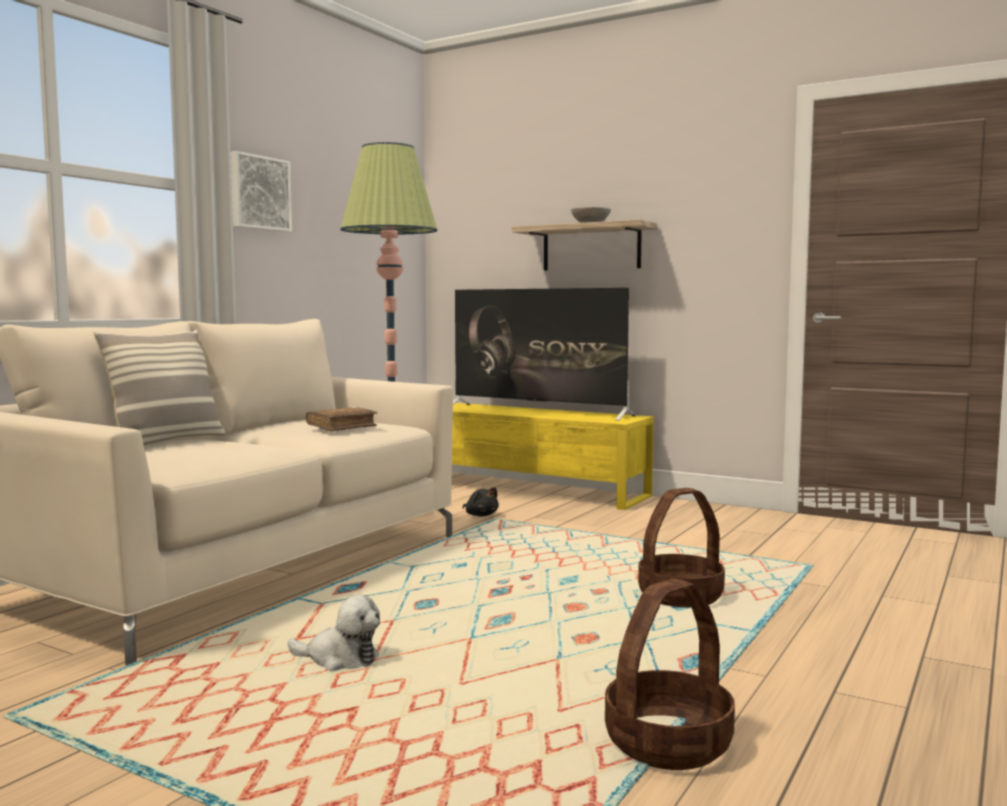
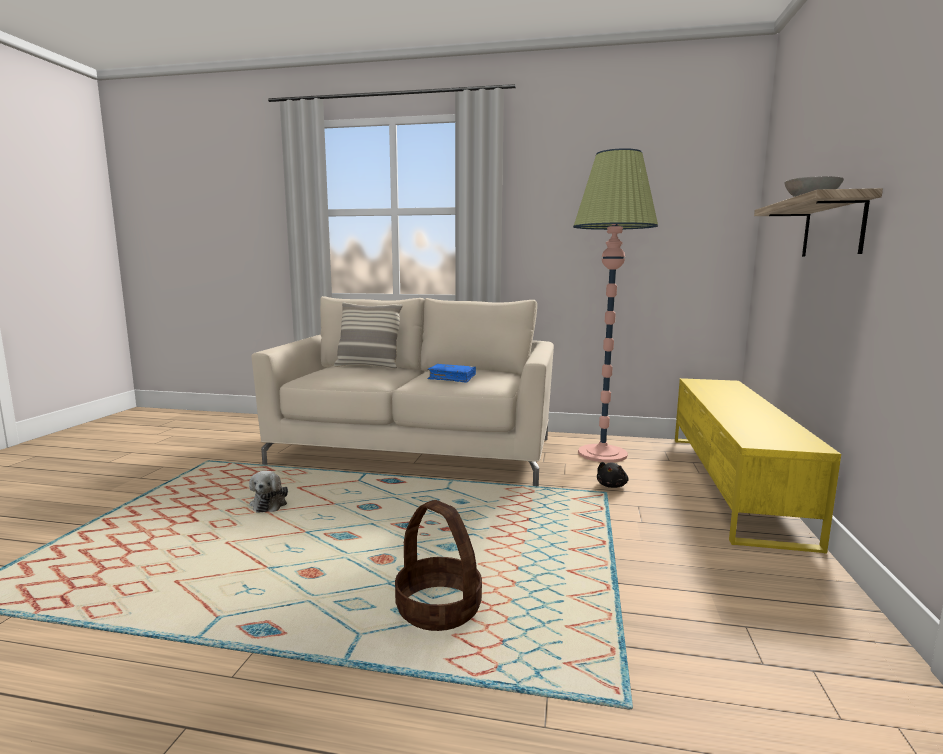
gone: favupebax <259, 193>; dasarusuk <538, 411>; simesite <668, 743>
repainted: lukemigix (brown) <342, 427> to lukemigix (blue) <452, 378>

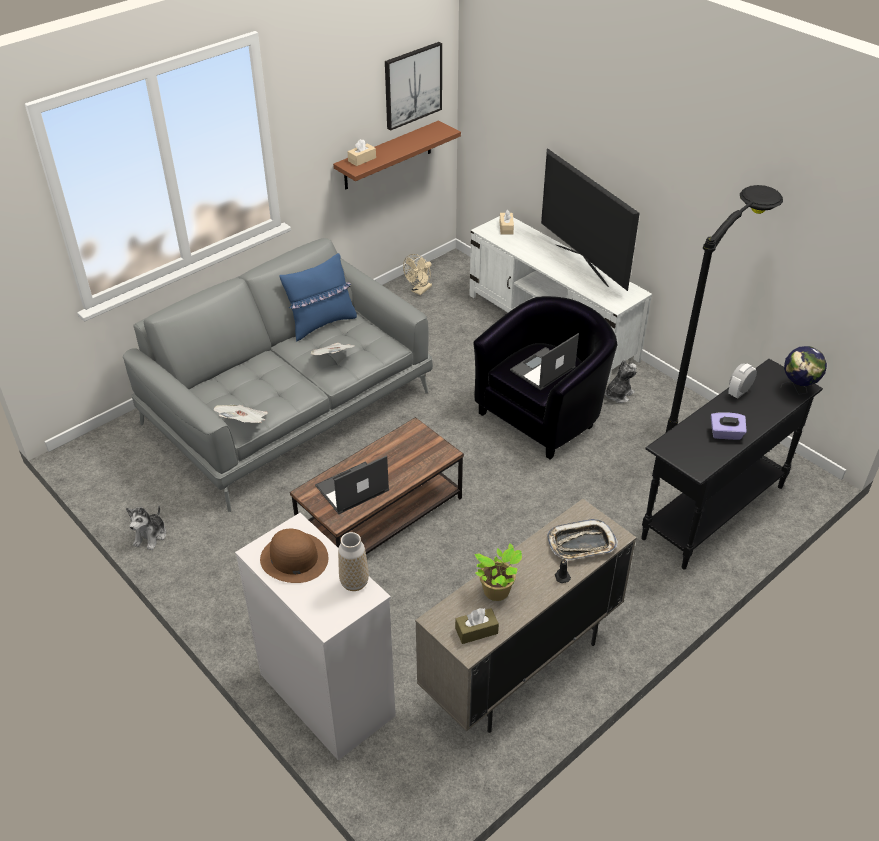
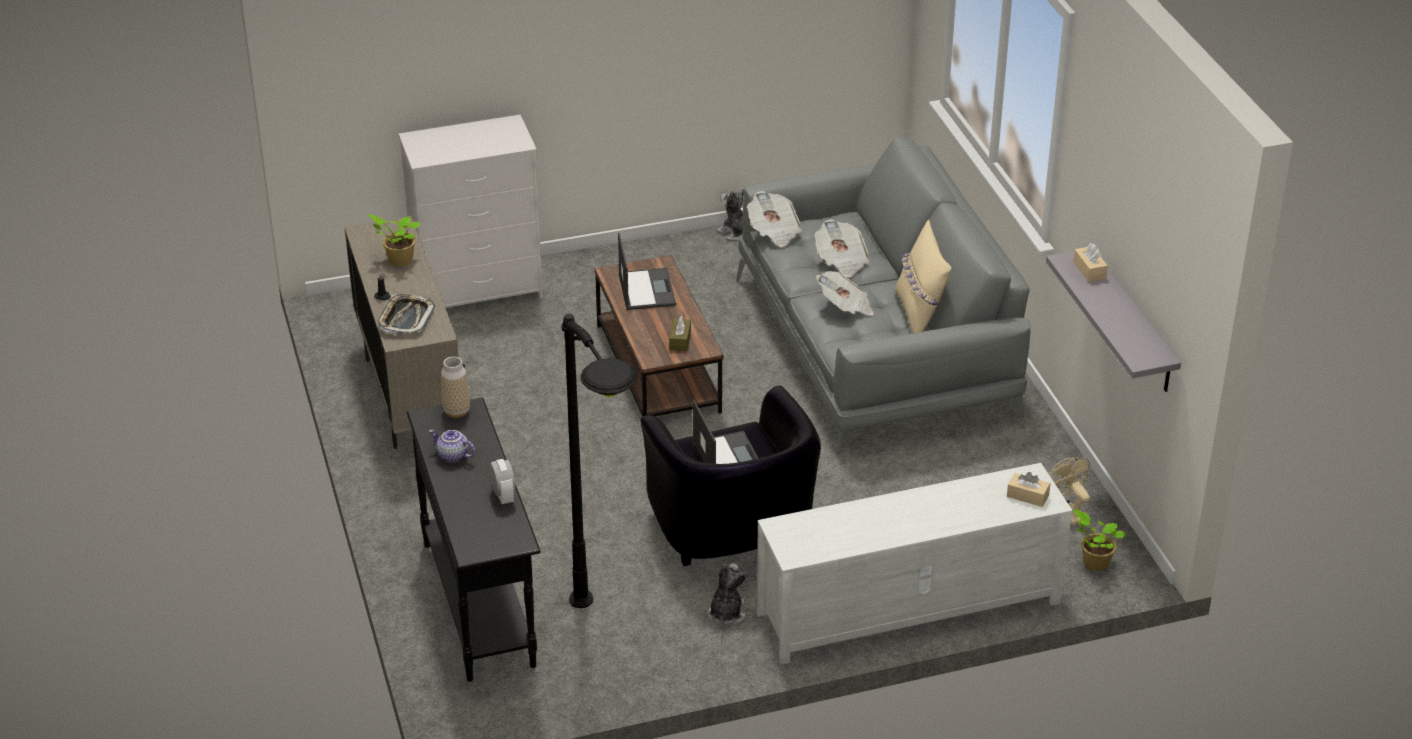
gone: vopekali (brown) <294, 558>; favupebax <412, 85>; dasarusuk <582, 264>; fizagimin <798, 389>
new: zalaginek <841, 261>; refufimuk <1094, 562>
shifted: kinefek <354, 583> to <456, 411>; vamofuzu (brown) <476, 631> to <680, 340>
swapped: vamofuzu (purple) <726, 434> to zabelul <452, 456>
repainted: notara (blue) <321, 323> to notara (beige) <919, 314>; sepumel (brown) <388, 156> to sepumel (grey) <1132, 322>
rotated: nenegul <618, 394> = <726, 613> 150 degrees counterclockwise

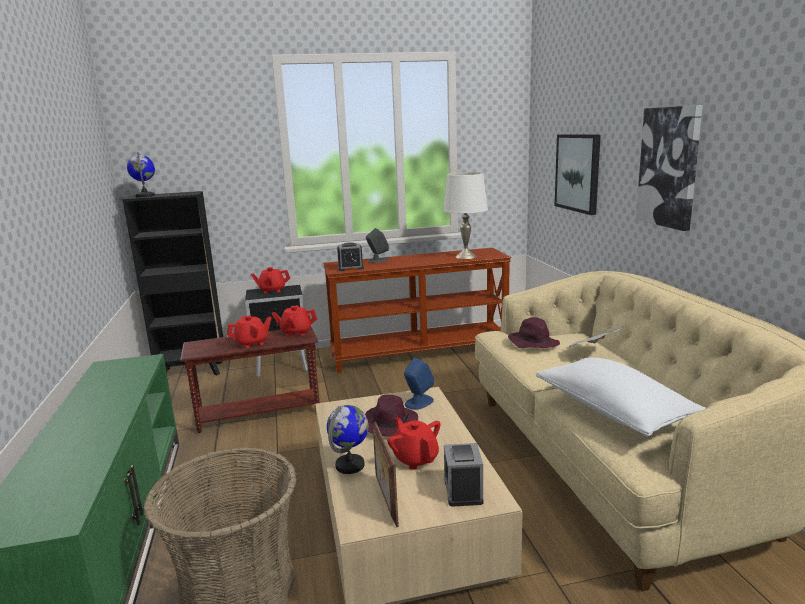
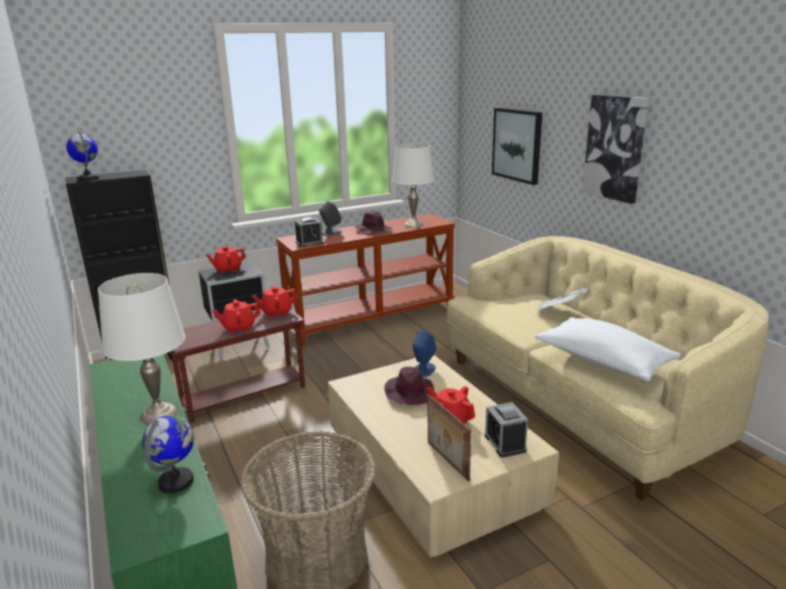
new: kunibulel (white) <159, 414>
shifted: fizagimin <350, 465> to <176, 482>; vopekali (purple) <533, 343> to <372, 230>
rotated: zabelul (red) <252, 343> = <238, 328> 150 degrees counterclockwise

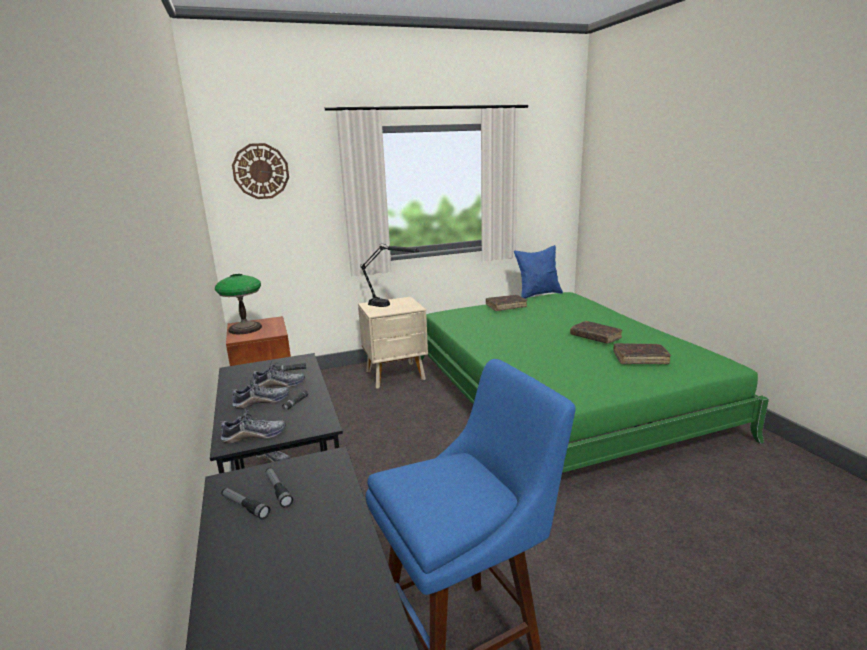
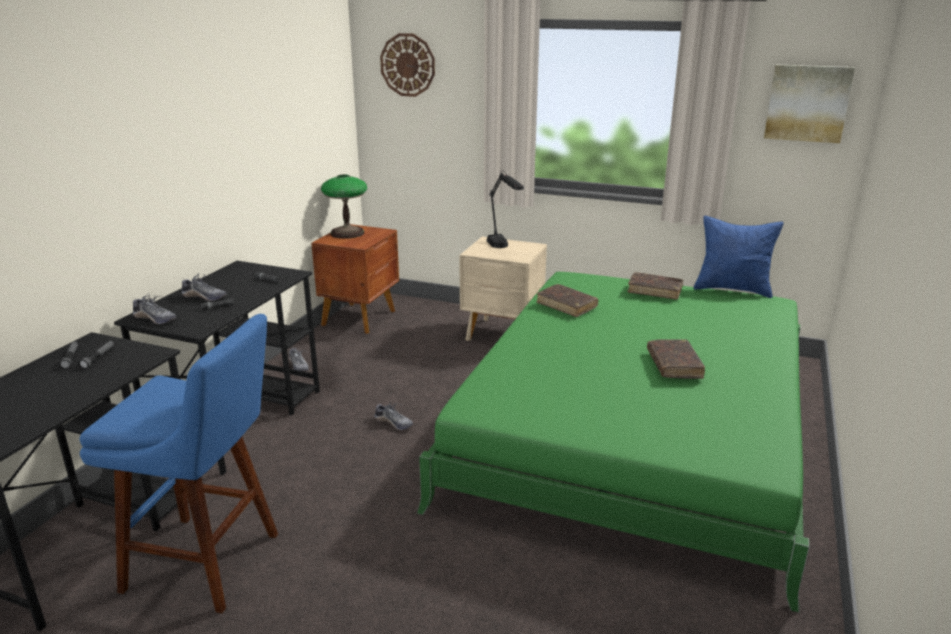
new: favupebax <807, 103>
shifted: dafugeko <279, 385> to <394, 423>; lukemigix (brown) <640, 358> to <566, 306>

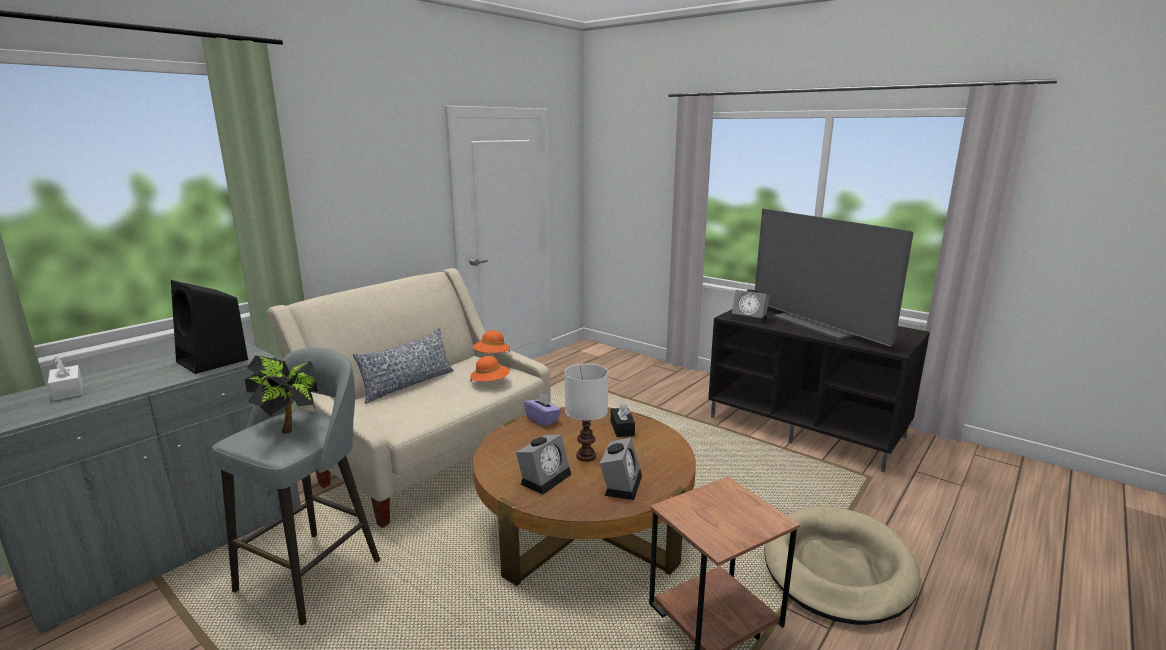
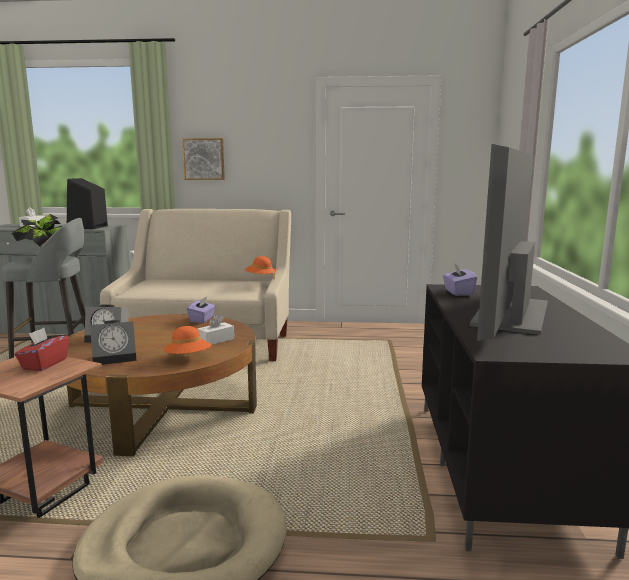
gone: notara <408, 384>; kunibulel (white) <586, 456>
new: vamofuzu (red) <44, 364>; favupebax <204, 159>
shifted: vopekali (orange) <490, 382> to <188, 358>
swapped: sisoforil <750, 318> to vamofuzu (purple) <458, 292>
repainted: vamofuzu (black) <622, 428> to vamofuzu (white) <216, 340>

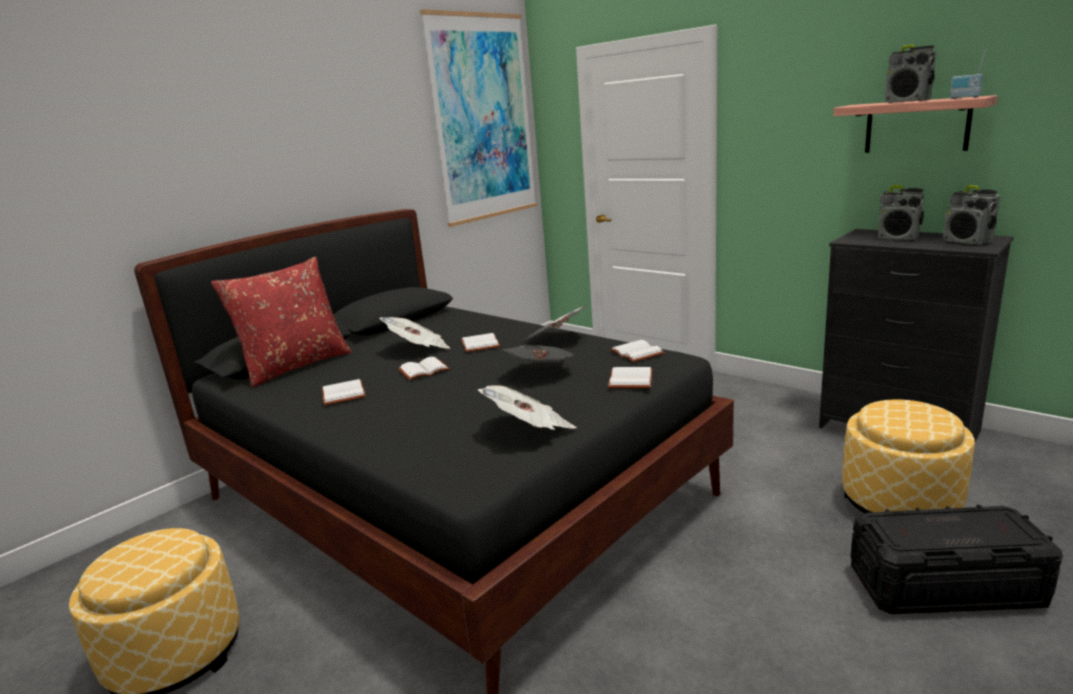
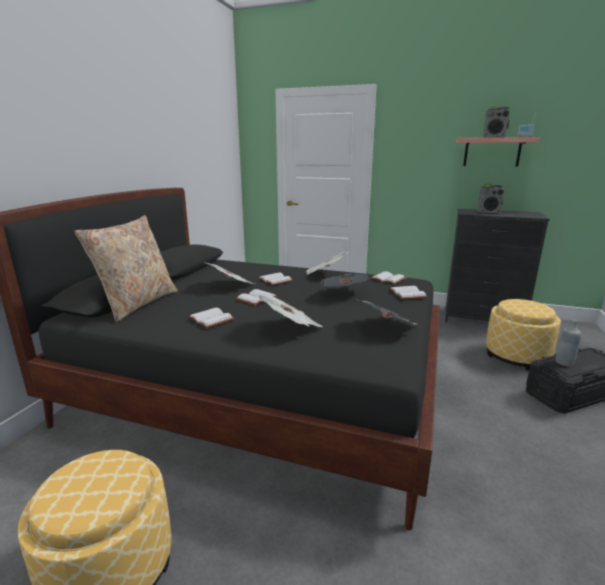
gone: favupebax <483, 119>; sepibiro <967, 242>
new: zalaginek <290, 326>; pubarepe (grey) <564, 362>
repainted: notara (red) <295, 365> to notara (beige) <137, 303>

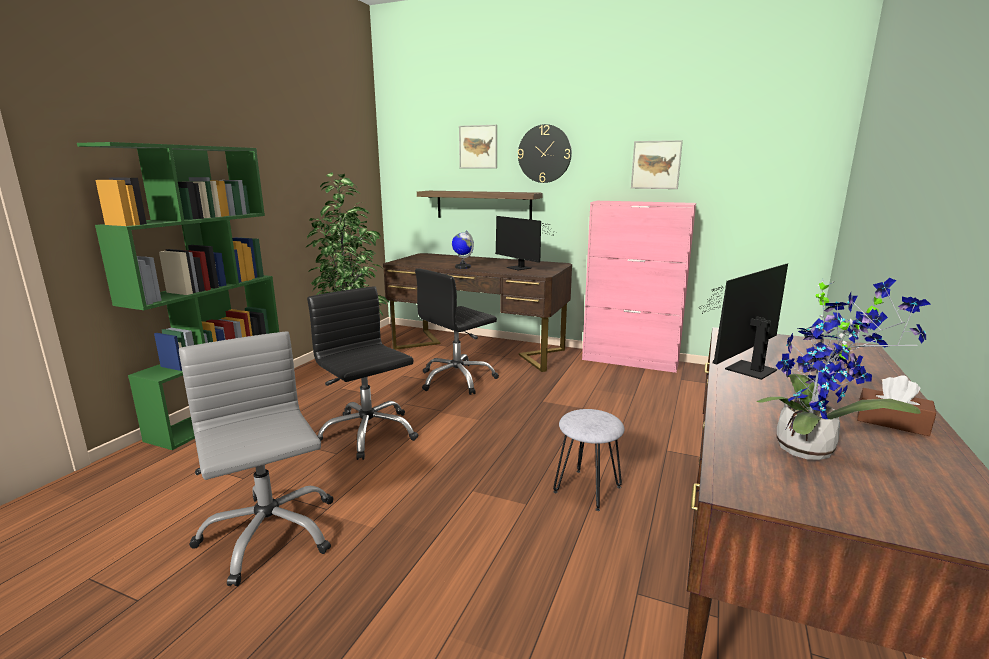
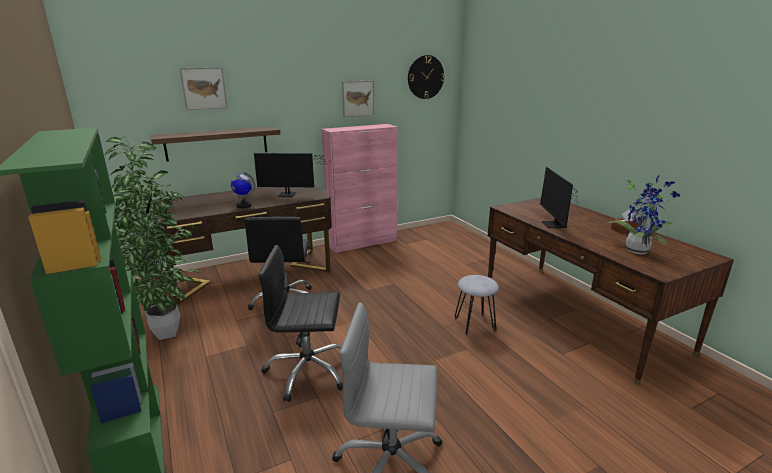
shifted: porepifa <544, 154> to <425, 77>

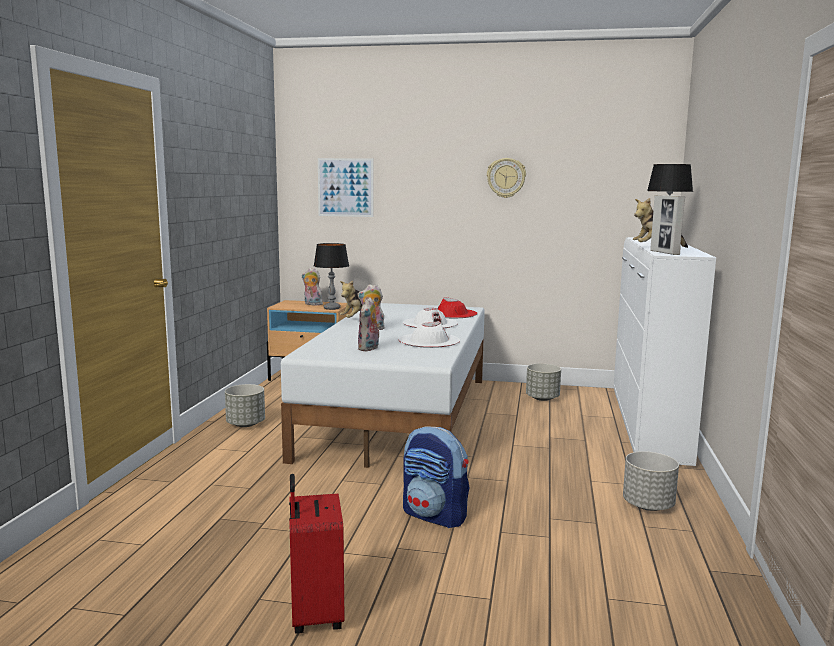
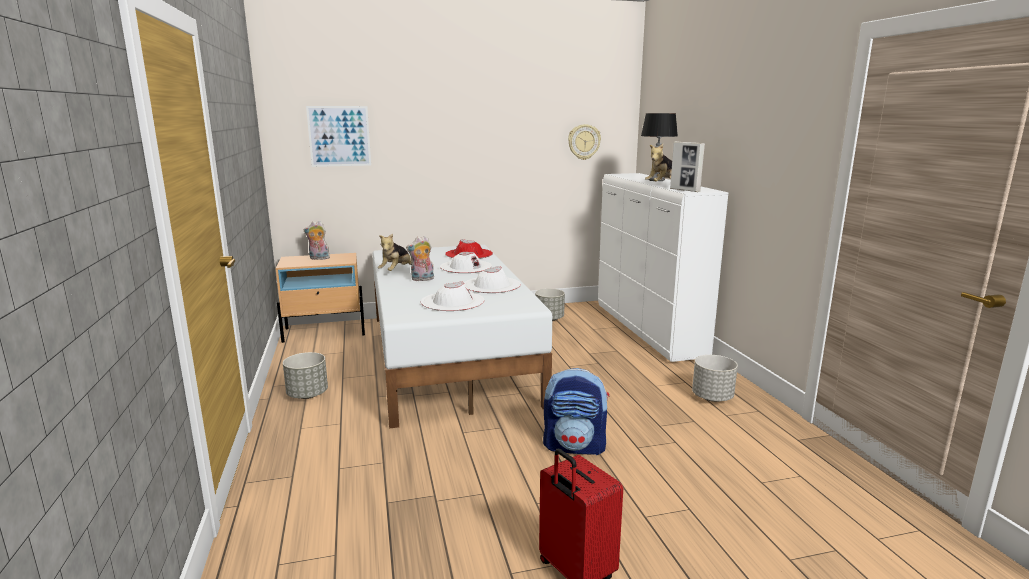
gone: kunibulel <331, 308>
shifted: porepifa <506, 178> to <584, 142>
swapped: nenegul <369, 349> to vopekali (white) <452, 301>

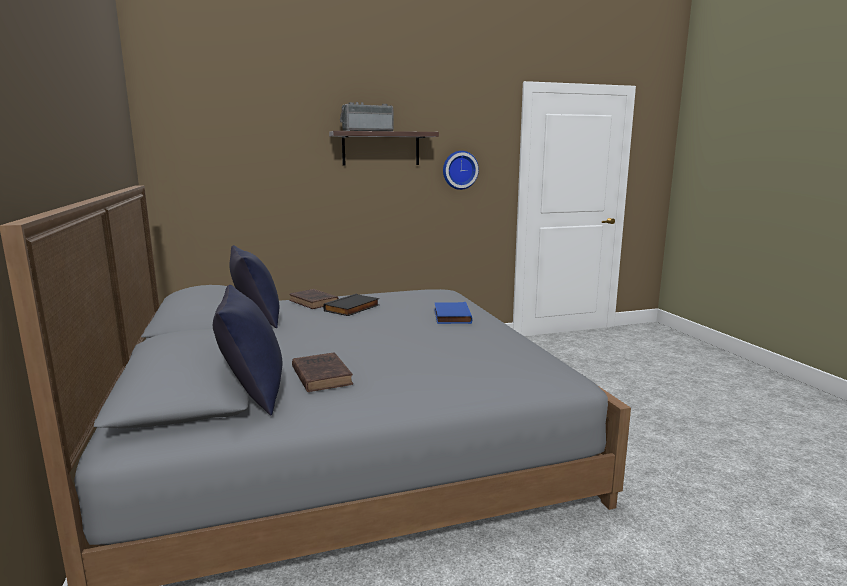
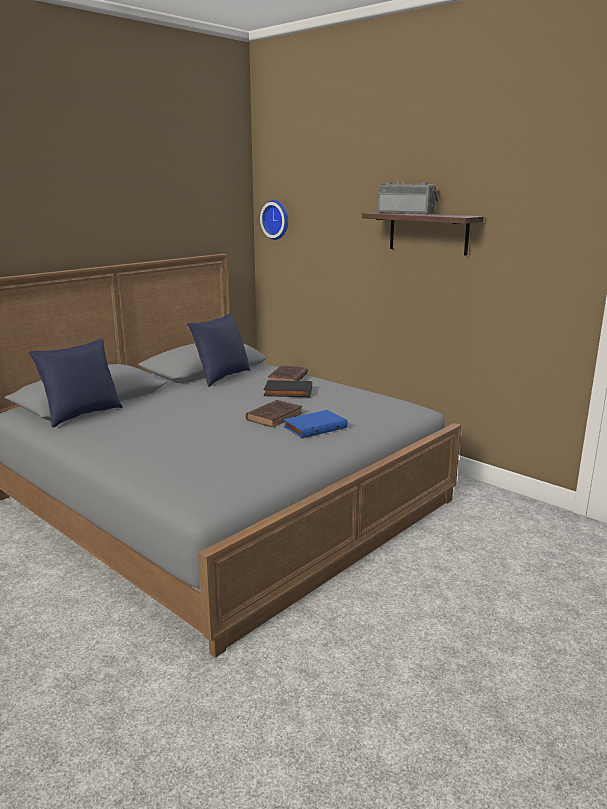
shifted: lukemigix (brown) <321, 375> to <275, 416>; porepifa <459, 170> to <276, 219>

